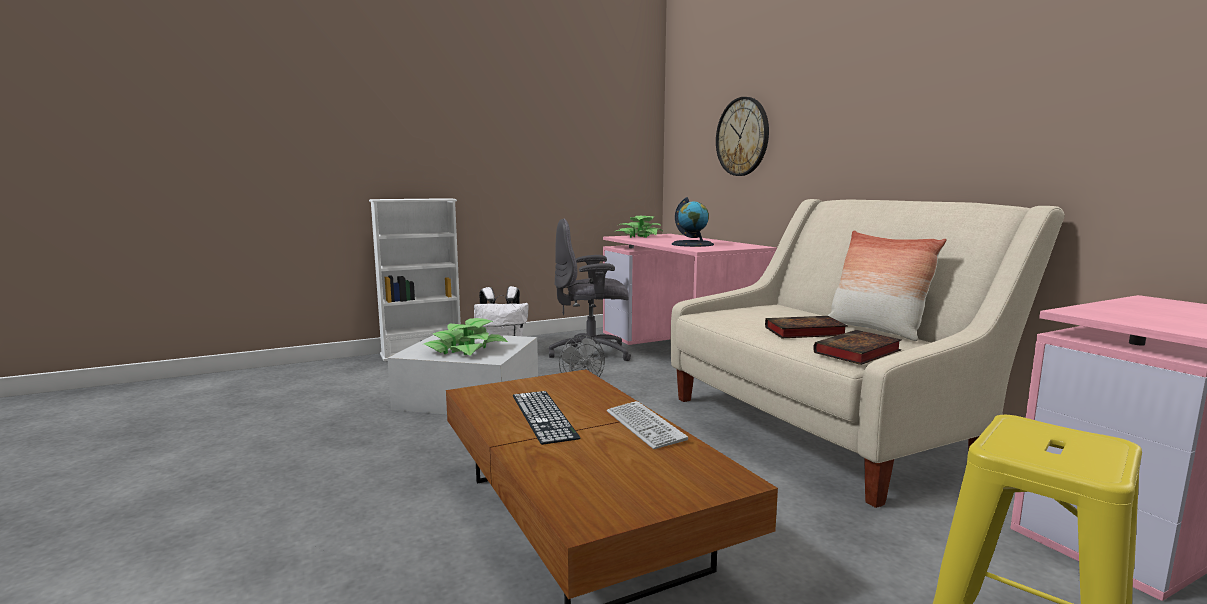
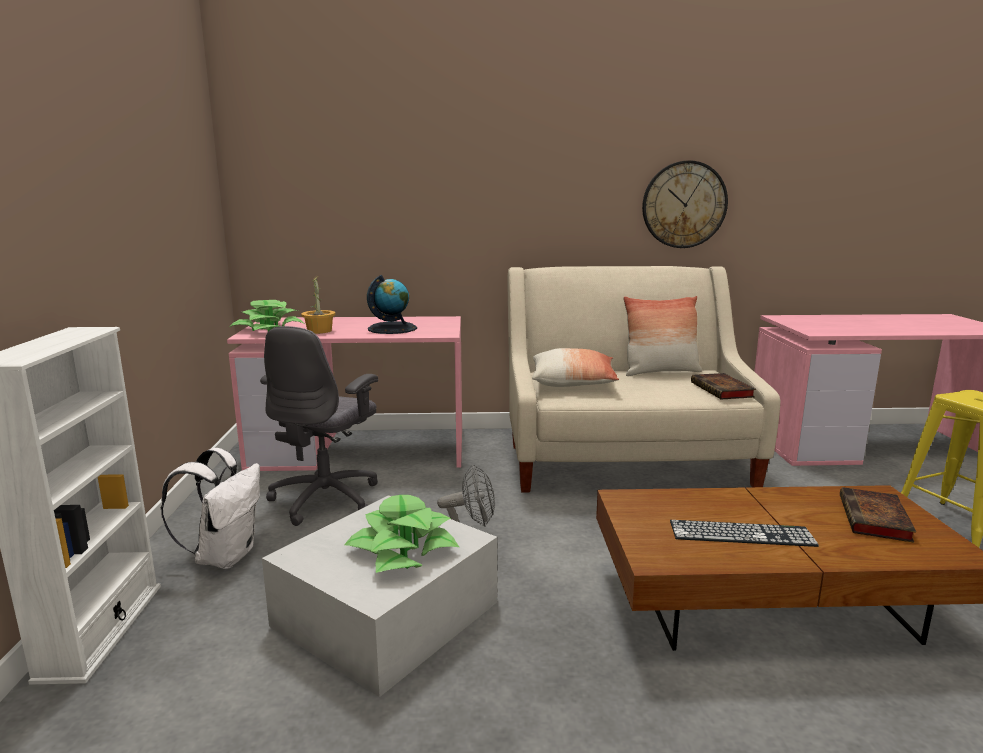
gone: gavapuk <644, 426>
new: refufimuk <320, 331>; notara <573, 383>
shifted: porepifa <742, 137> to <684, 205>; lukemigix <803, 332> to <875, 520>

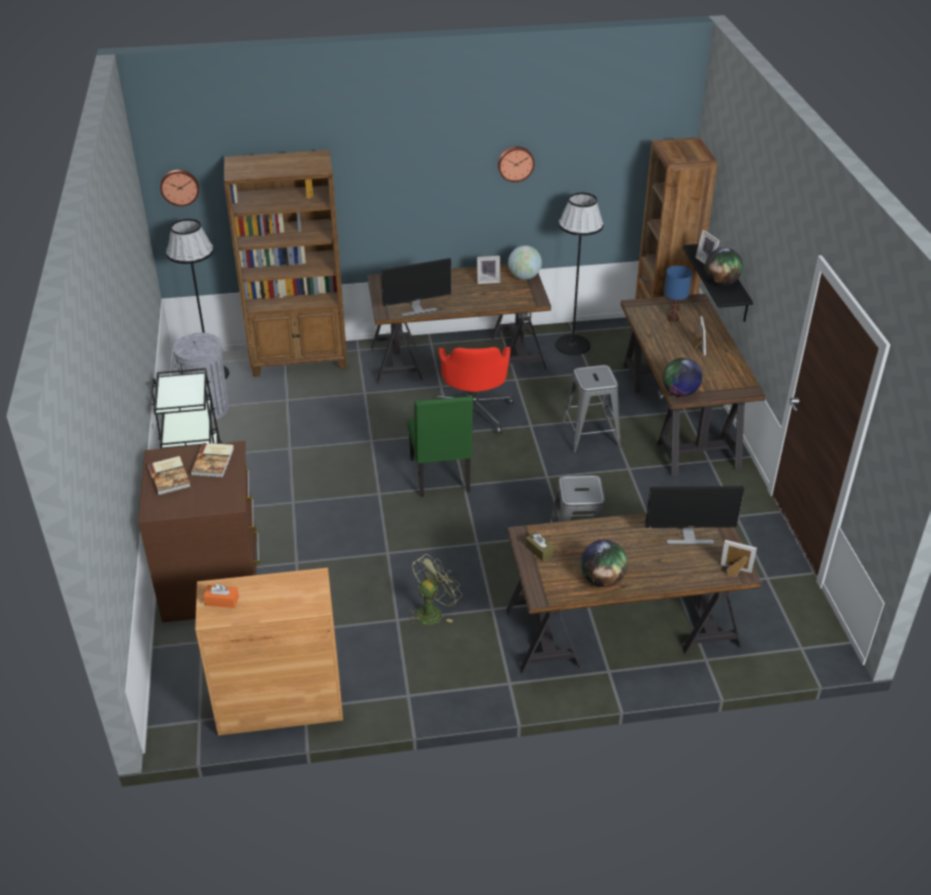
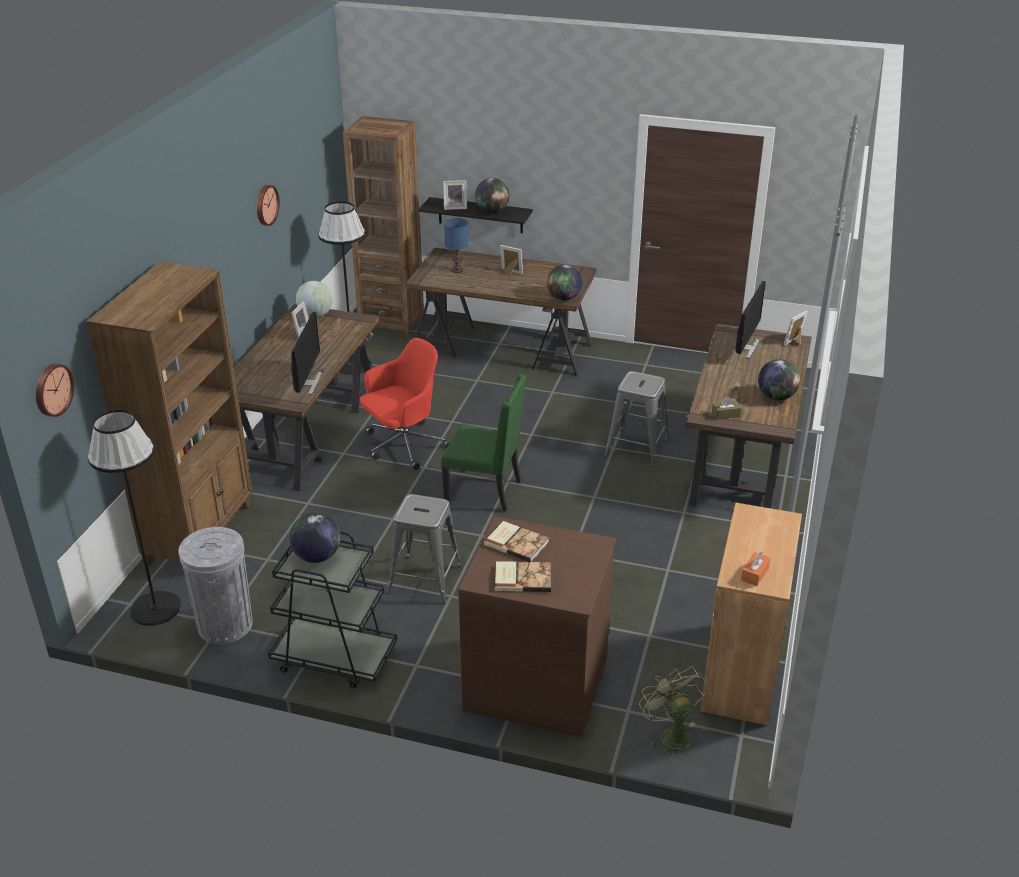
new: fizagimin <317, 556>
shifted: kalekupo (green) <432, 611> to <671, 734>; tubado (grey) <591, 435> to <425, 579>
rotated: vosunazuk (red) <474, 412> = <404, 446> 60 degrees counterclockwise

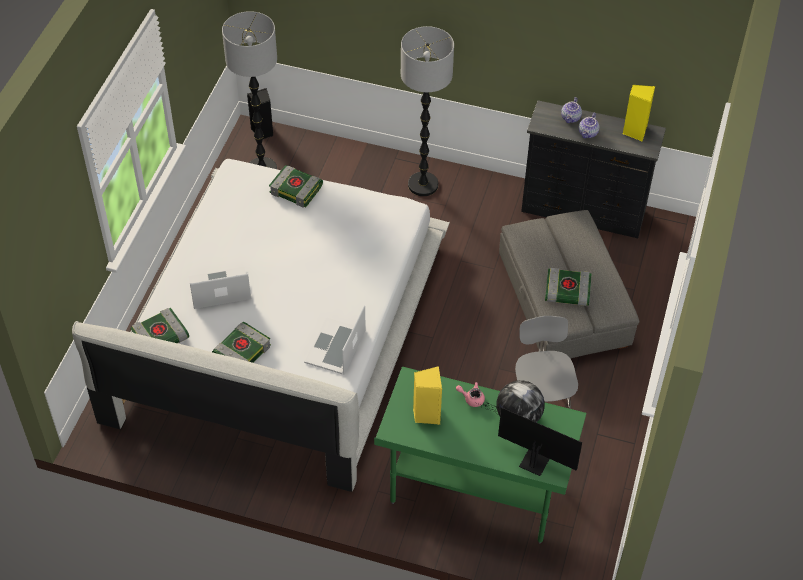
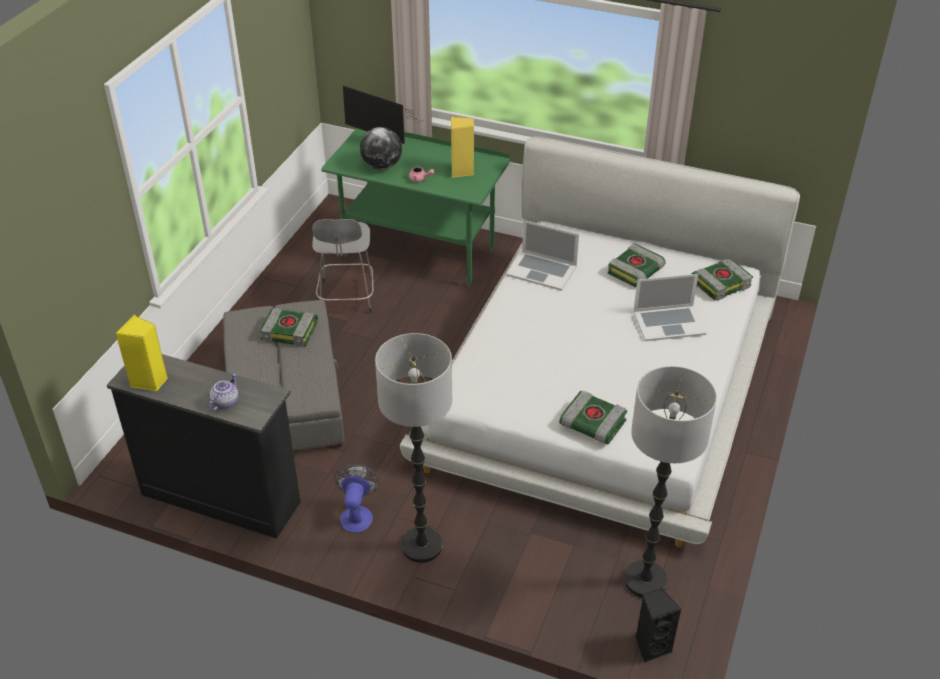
gone: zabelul <588, 133>
new: kalekupo <357, 514>
rotated: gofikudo <336, 346> = <542, 270> 90 degrees clockwise

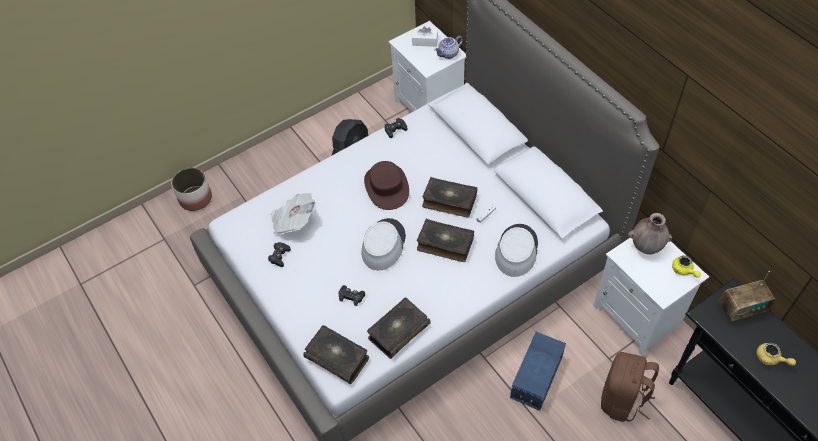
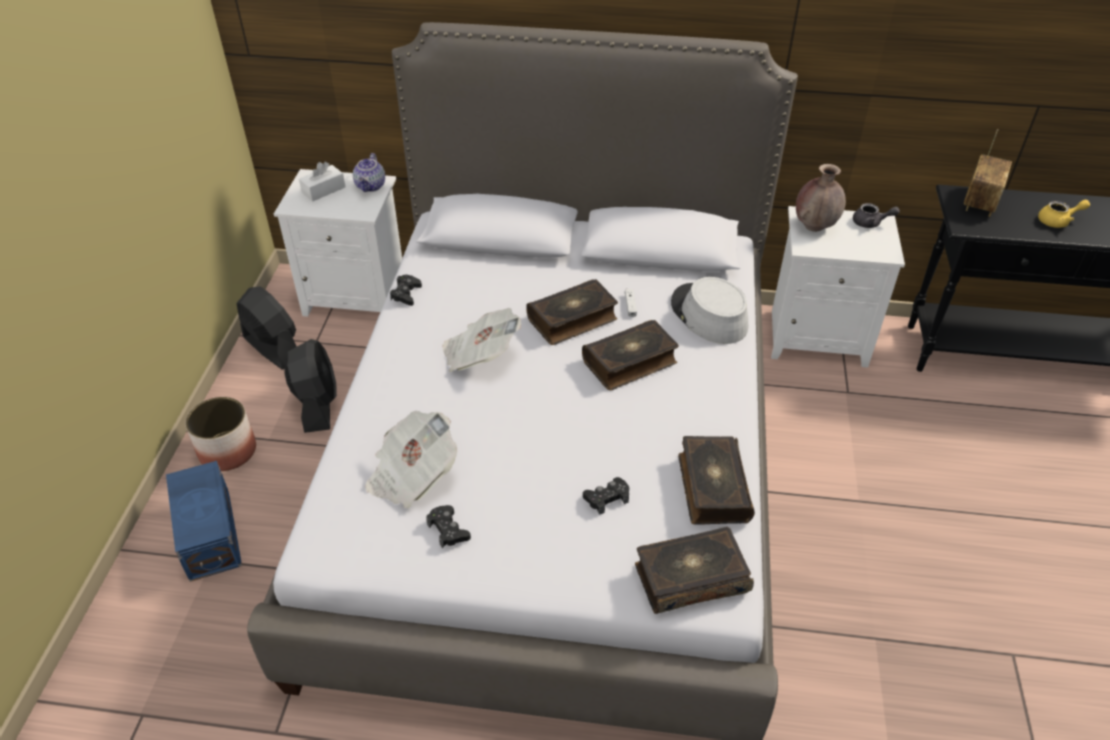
gone: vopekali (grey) <383, 245>; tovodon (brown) <622, 400>
new: kalekupo (black) <272, 347>
shifted: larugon <195, 198> to <227, 451>; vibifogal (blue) <537, 377> to <211, 533>
swapped: vopekali (brown) <386, 187> to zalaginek <480, 355>
repainted: zabelul (yellow) <683, 270> to zabelul (grey) <870, 223>

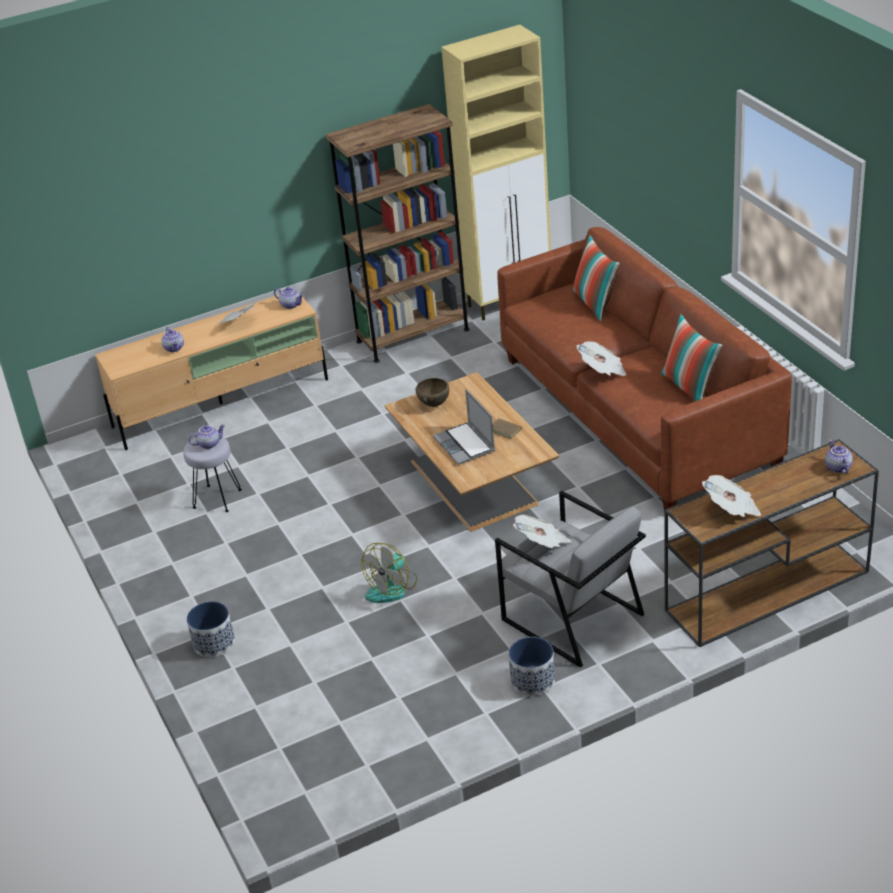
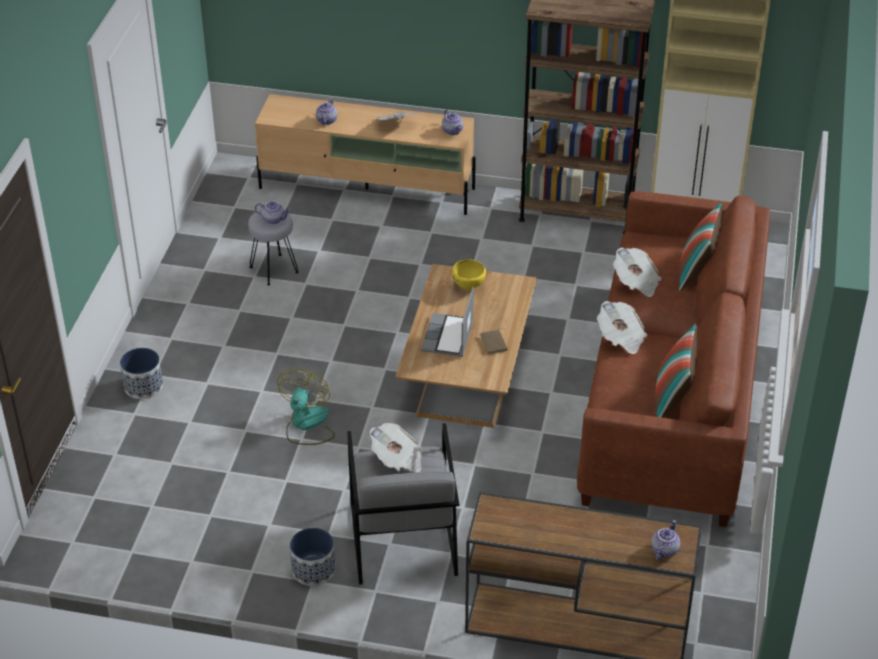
shifted: zalaginek <732, 509> to <636, 282>
repainted: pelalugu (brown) <434, 404> to pelalugu (yellow) <469, 286>
rotated: kalekupo <392, 588> = <307, 425> 120 degrees clockwise

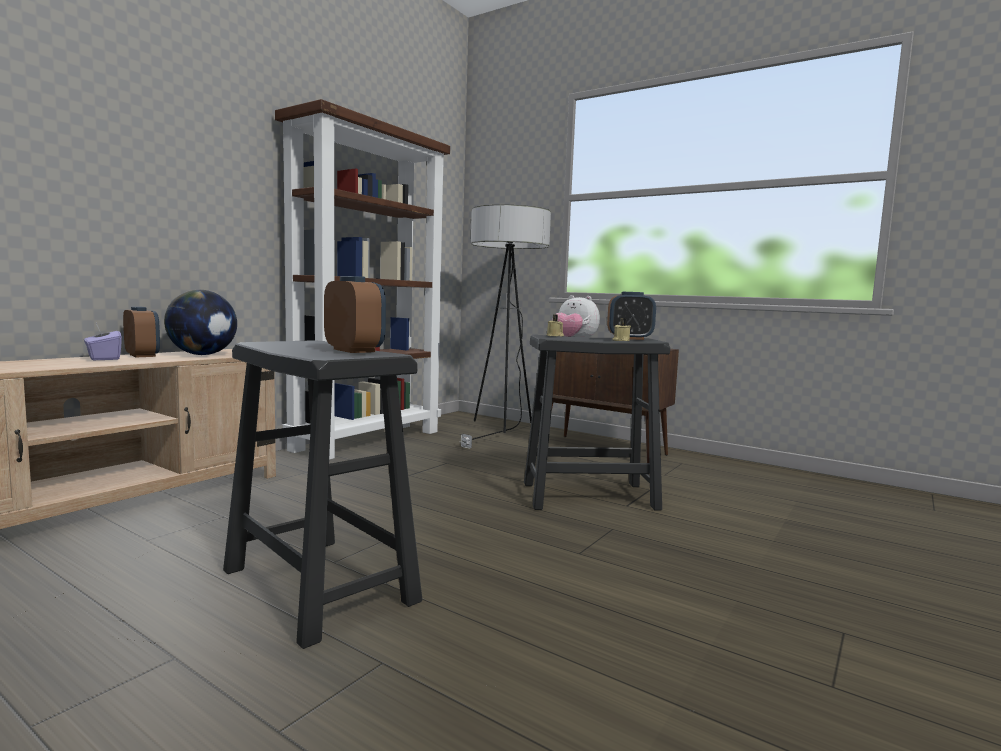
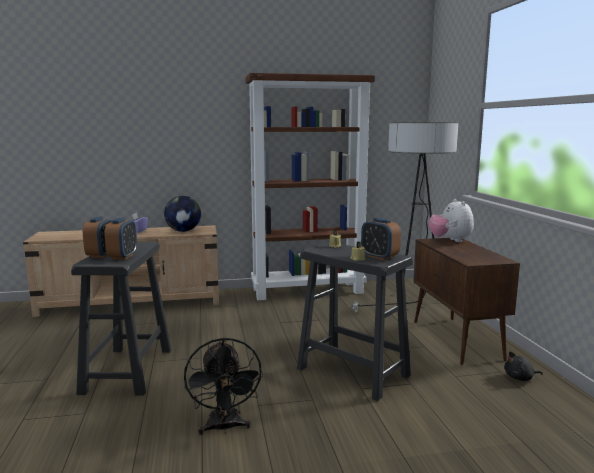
new: kalekupo (black) <224, 428>; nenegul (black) <520, 378>
shifted: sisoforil <142, 355> to <101, 255>

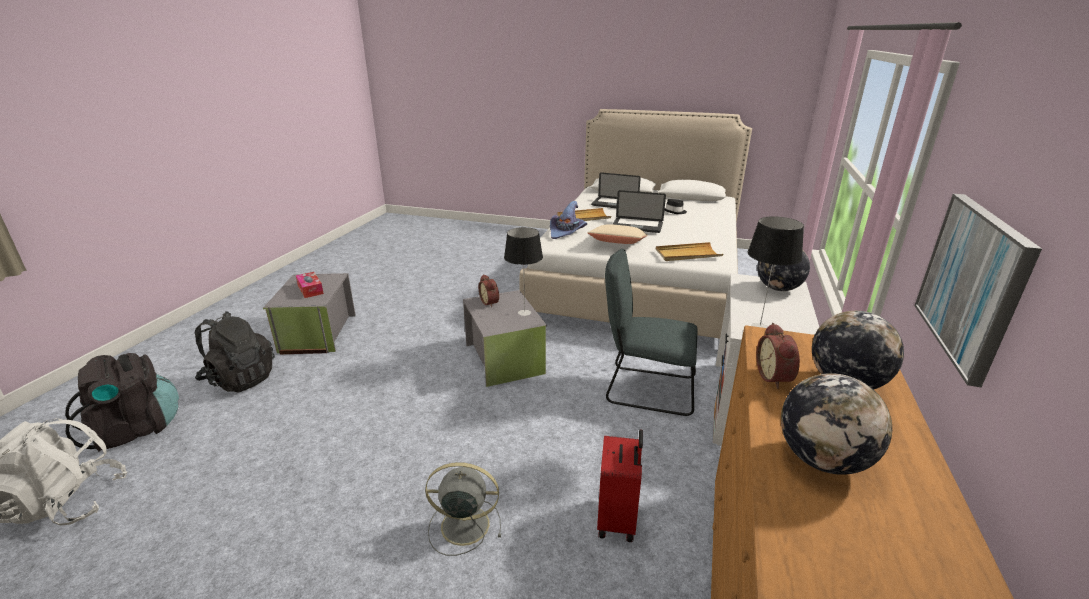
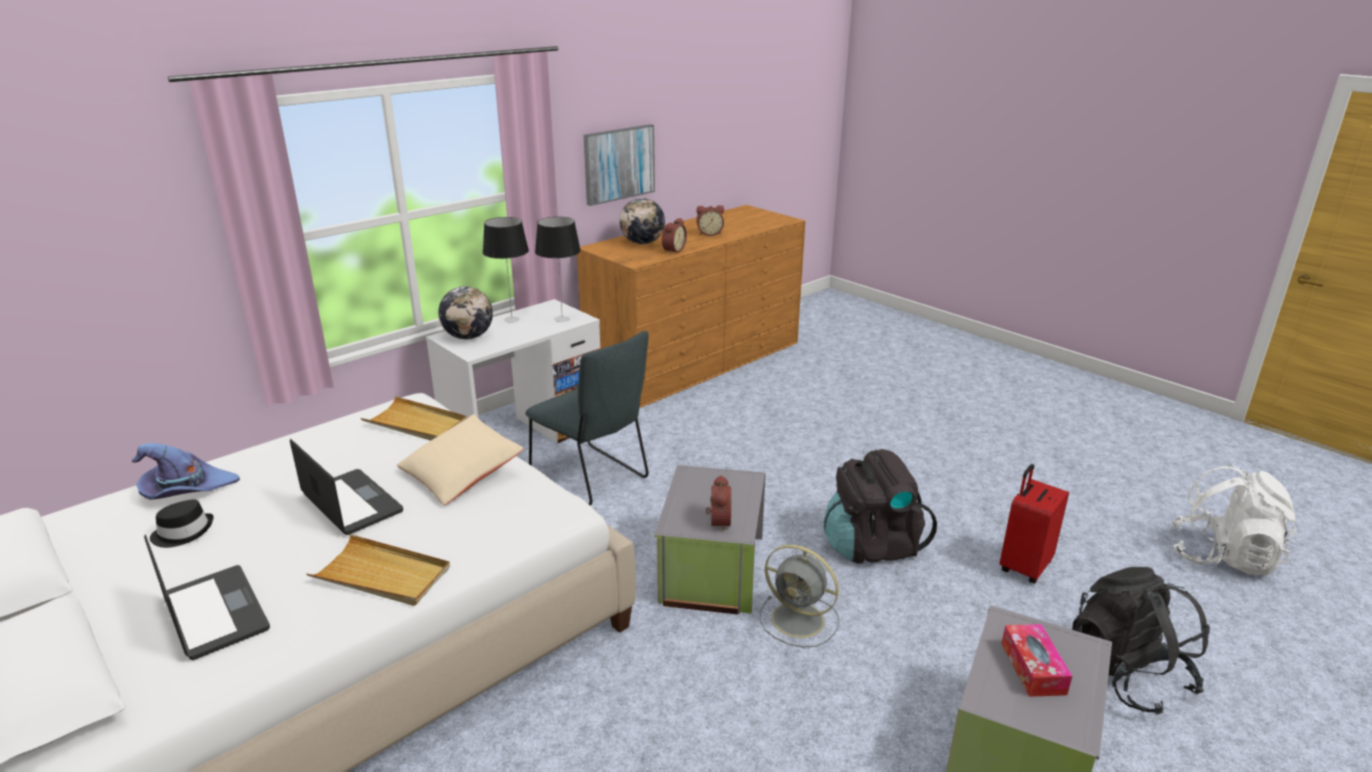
shifted: tovodon (black) <135, 429> to <871, 546>; kalekupo (grey) <463, 525> to <800, 620>; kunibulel <524, 312> to <512, 319>; vopekali (purple) <567, 232> to <186, 490>; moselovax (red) <618, 520> to <1023, 567>
swapped: fizagimin <823, 460> to sisoforil <709, 233>

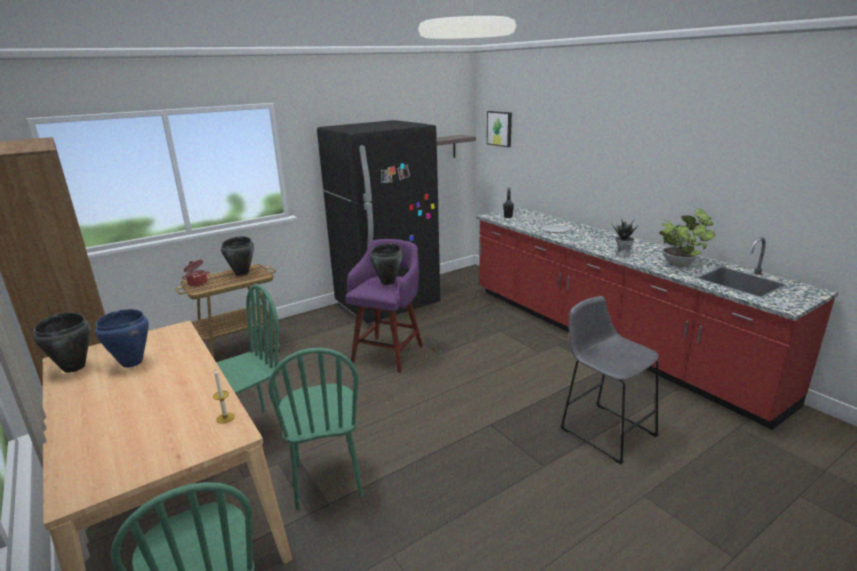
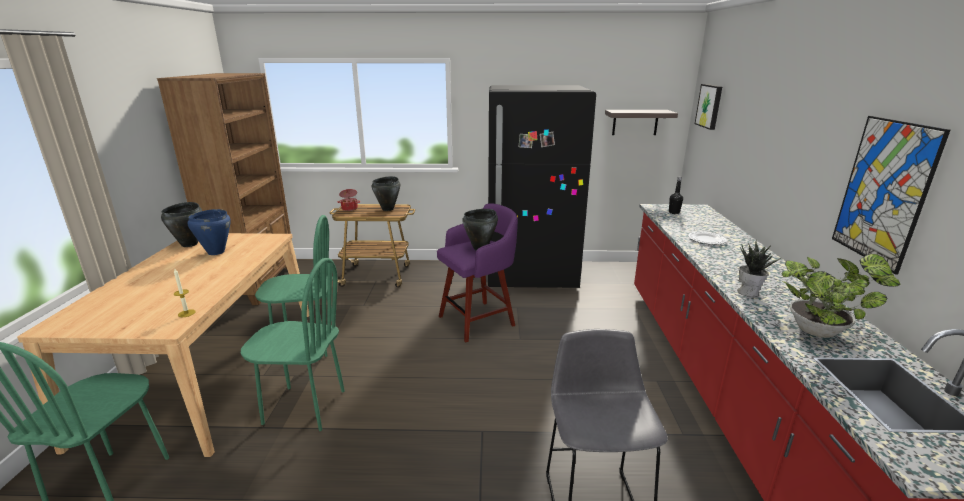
new: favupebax <883, 192>
rotated: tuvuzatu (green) <327, 480> = <304, 407> 105 degrees counterclockwise

